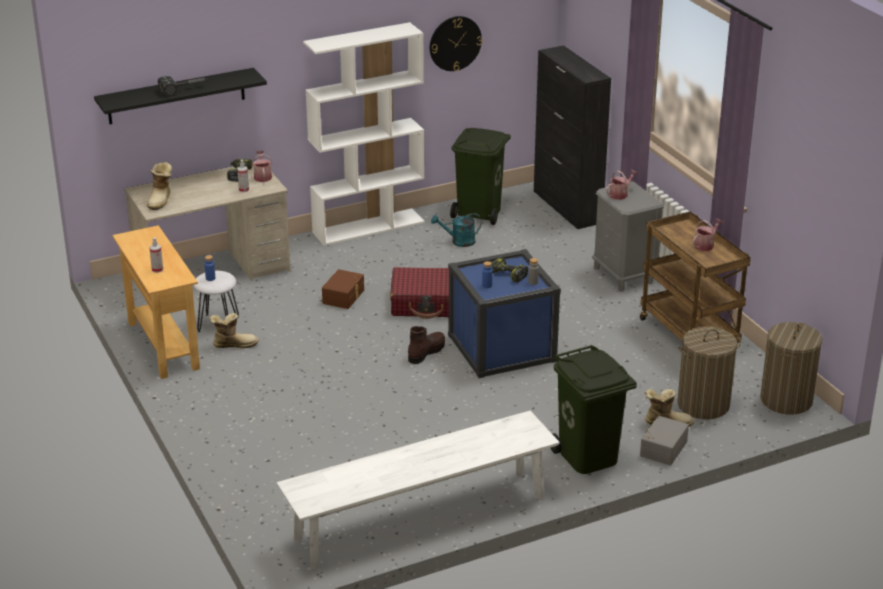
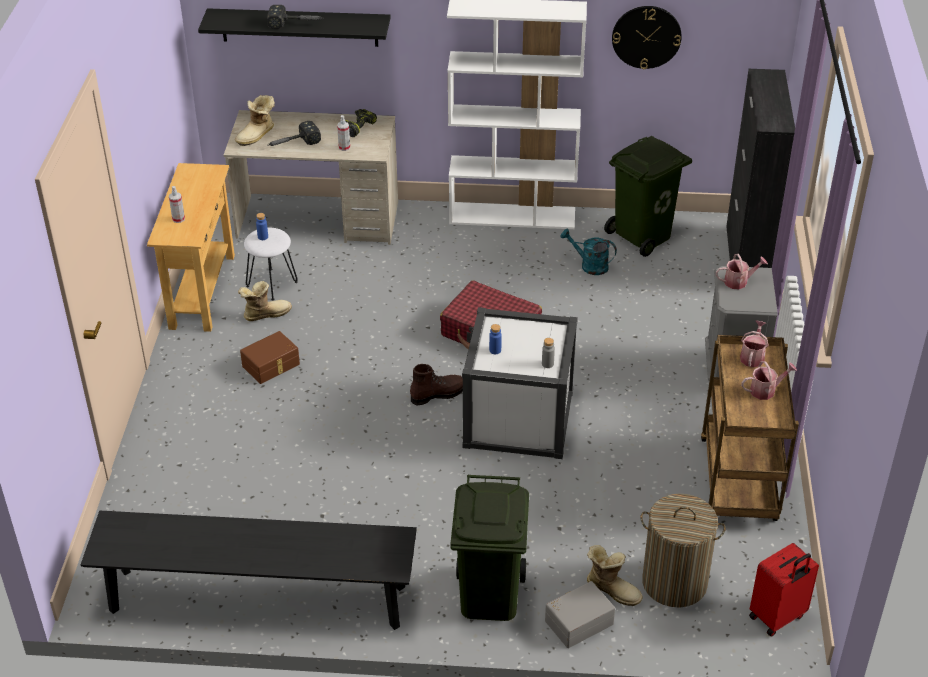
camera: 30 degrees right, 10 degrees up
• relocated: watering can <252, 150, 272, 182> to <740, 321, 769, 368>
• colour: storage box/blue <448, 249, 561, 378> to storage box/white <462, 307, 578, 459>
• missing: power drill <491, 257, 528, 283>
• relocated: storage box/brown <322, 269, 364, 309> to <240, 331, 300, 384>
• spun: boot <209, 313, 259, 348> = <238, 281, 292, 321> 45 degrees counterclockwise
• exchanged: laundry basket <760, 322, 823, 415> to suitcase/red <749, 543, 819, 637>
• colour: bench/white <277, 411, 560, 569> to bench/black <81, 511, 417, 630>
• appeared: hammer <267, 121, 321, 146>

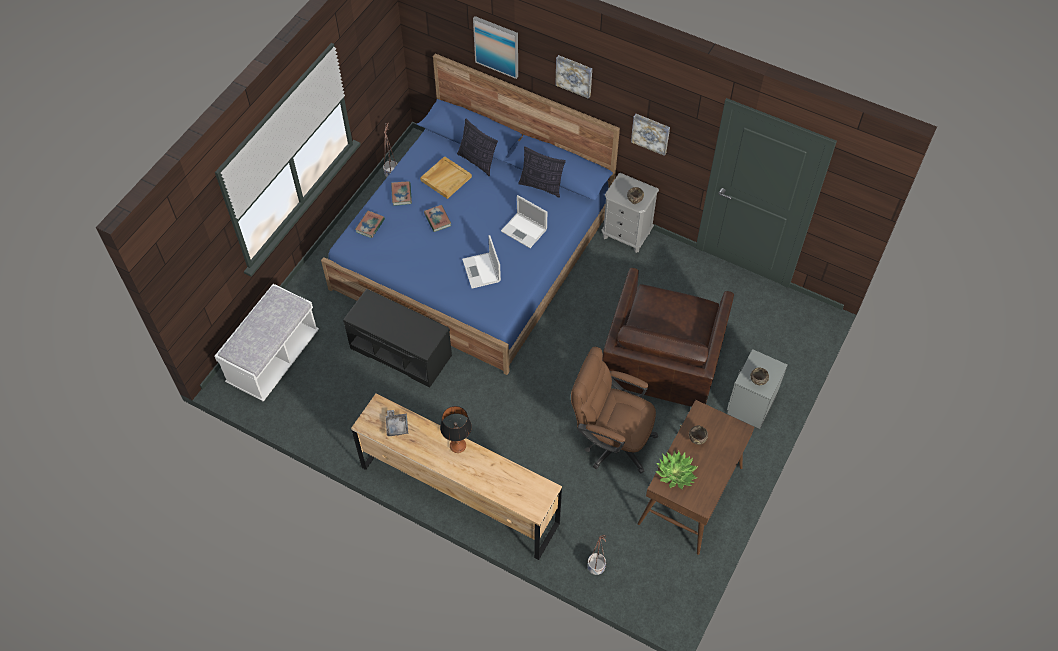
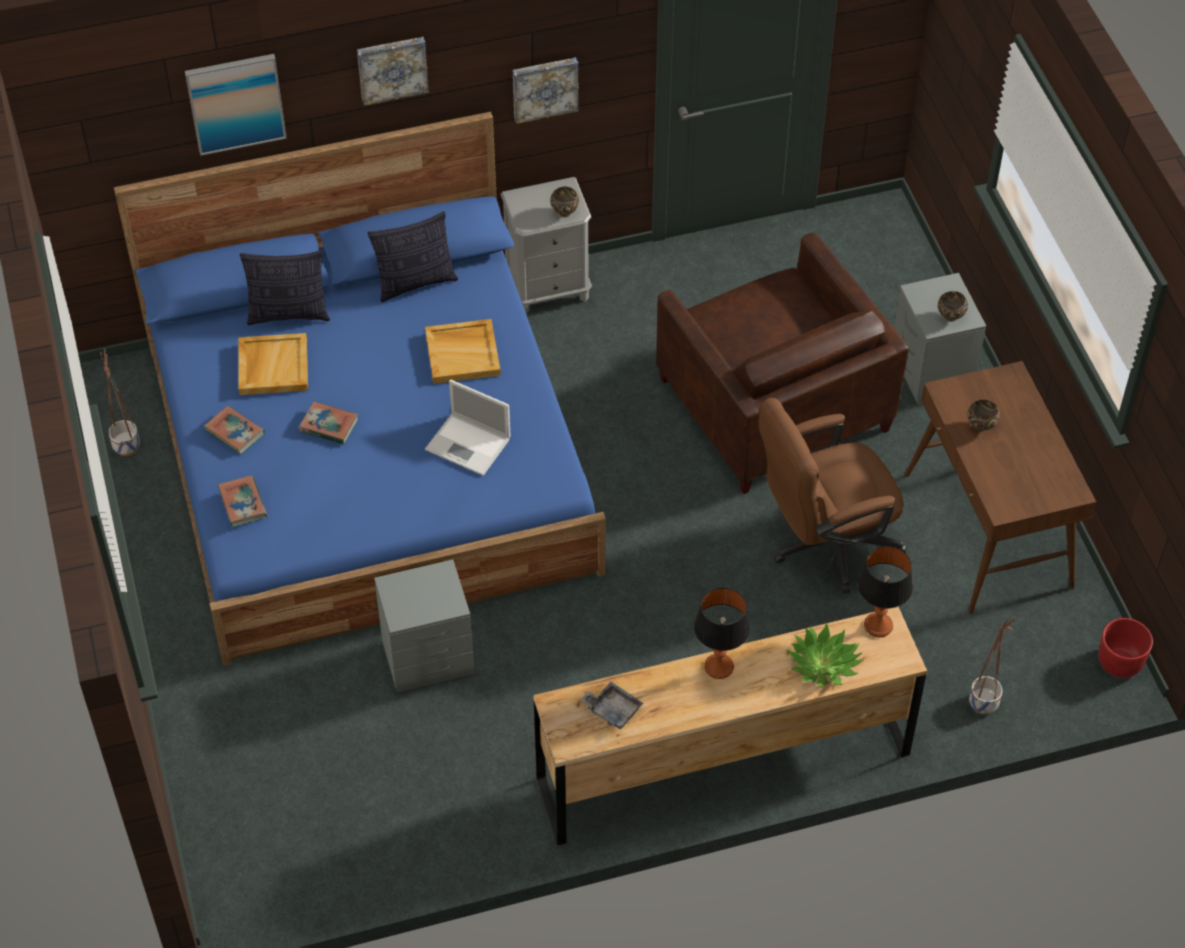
camera: 45 degrees left, 5 degrees down
• exchanged: laptop <501, 195, 547, 248> to tray/beige <425, 319, 501, 384>
• missing: bench/white <214, 284, 319, 402>
• exchanged: bench/black <343, 289, 452, 388> to nightstand/grey <374, 559, 474, 693>
• relocated: potted plant <656, 451, 698, 489> to <786, 622, 863, 688>
• appeared: table lamp <858, 546, 913, 638>
• appeared: planter/red <1099, 618, 1153, 678>

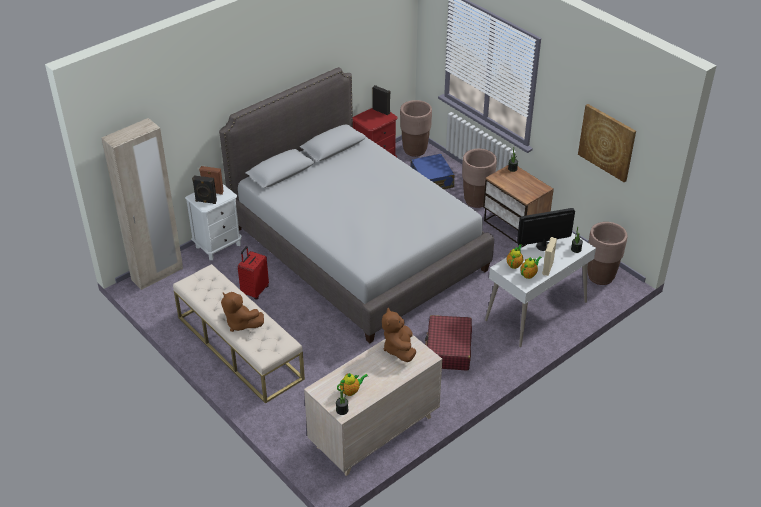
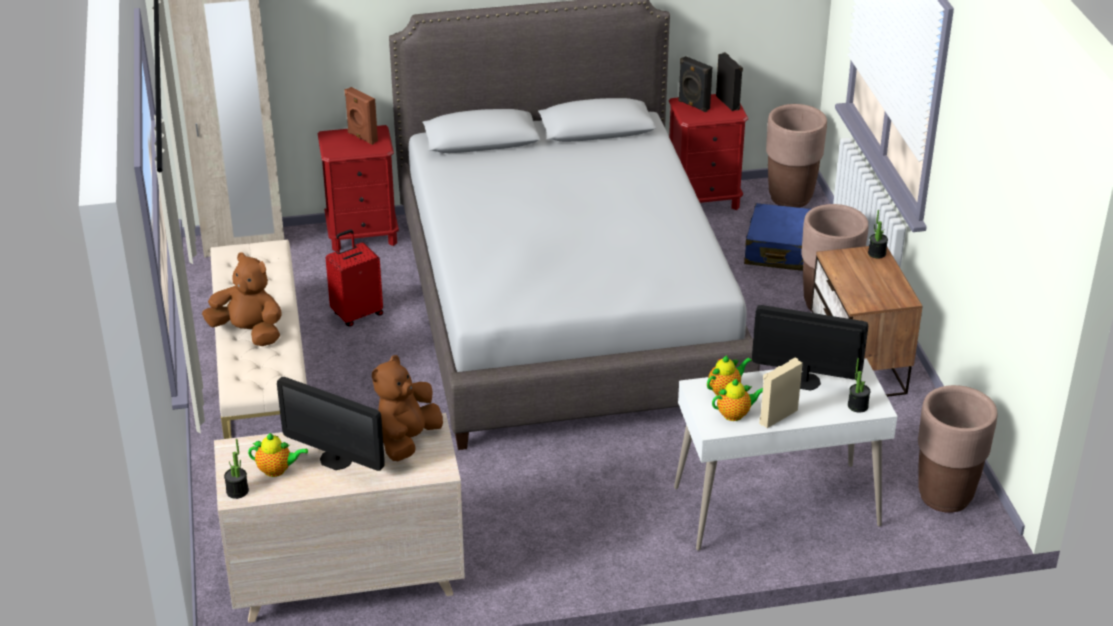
camera: 30 degrees right, 5 degrees down
• missing: picture <578, 104, 636, 182>
• relocated: speaker/black <192, 175, 217, 204> to <678, 56, 712, 112>
• colour: nightstand/white <185, 184, 242, 260> to nightstand/red <318, 125, 399, 252>
• spun: plush toy/brown <221, 292, 264, 332> = <202, 253, 281, 346> 135 degrees clockwise
• missing: suitcase/red <425, 315, 472, 370>
• appeared: monitor <277, 377, 385, 471>

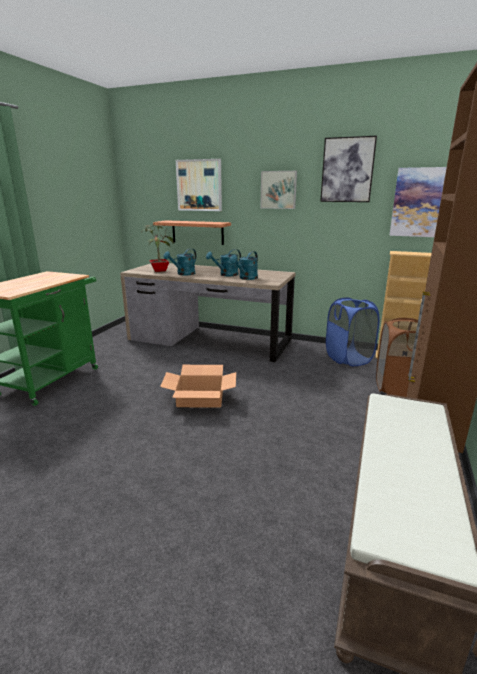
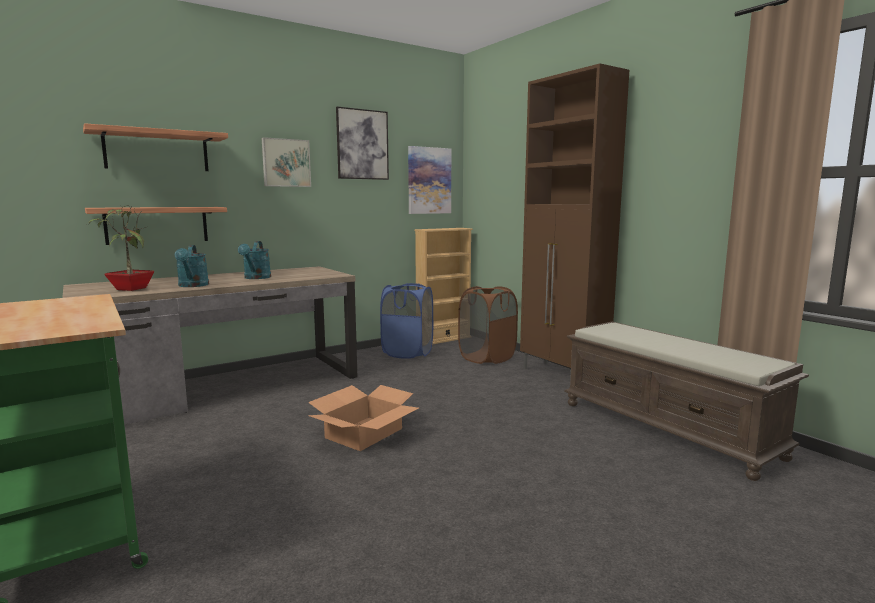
camera: 55 degrees left, 10 degrees down
• exchanged: picture <176, 159, 222, 211> to shelf <83, 123, 228, 171>
• missing: watering can/turquoise <230, 251, 258, 280>

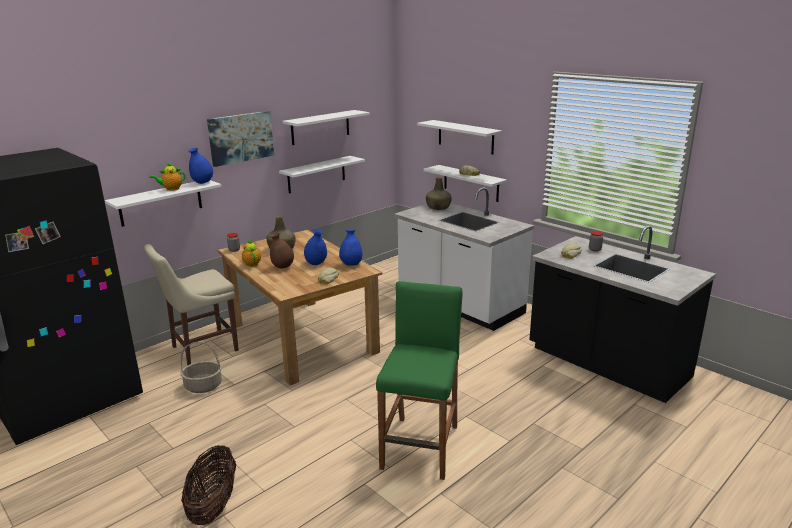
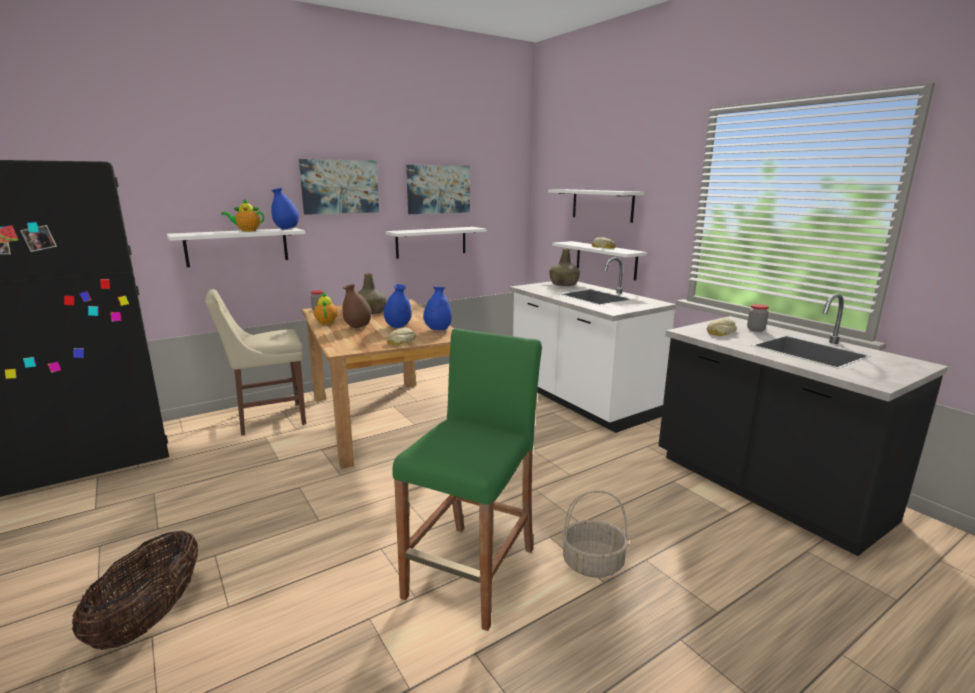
camera: 10 degrees right, 5 degrees down
• exchanged: shelf/white <282, 110, 370, 145> to picture <406, 165, 470, 214>
• relocated: basket <181, 342, 222, 393> to <562, 491, 629, 578>

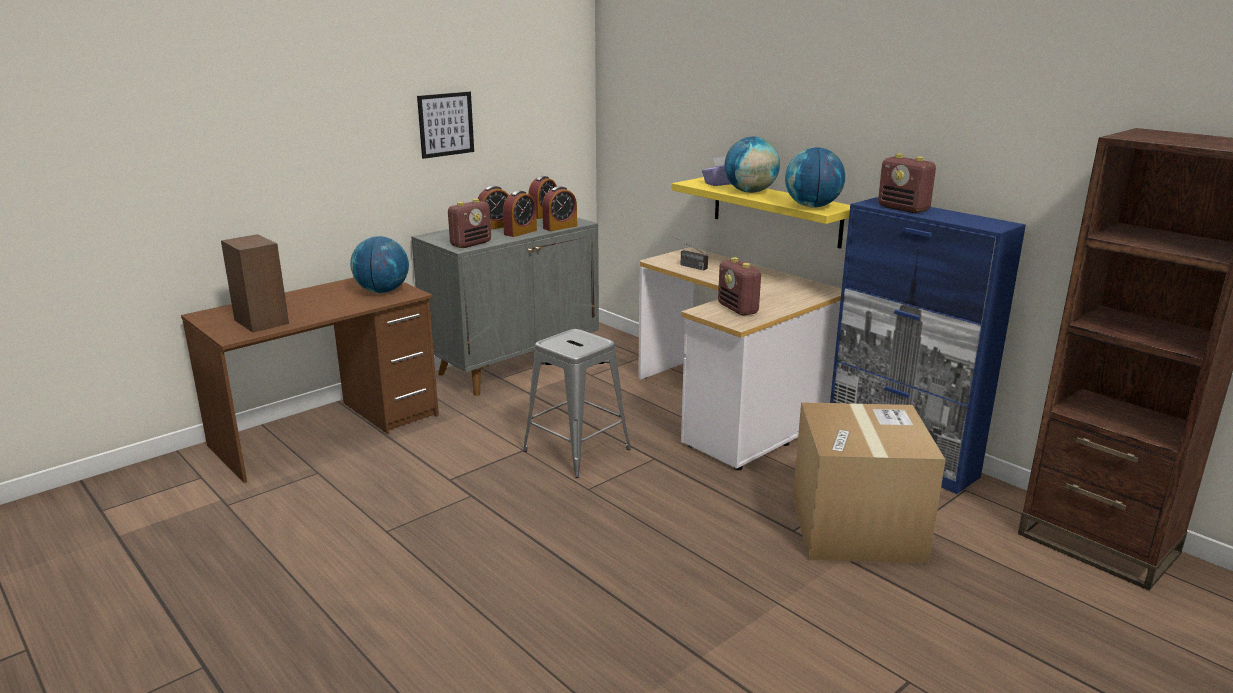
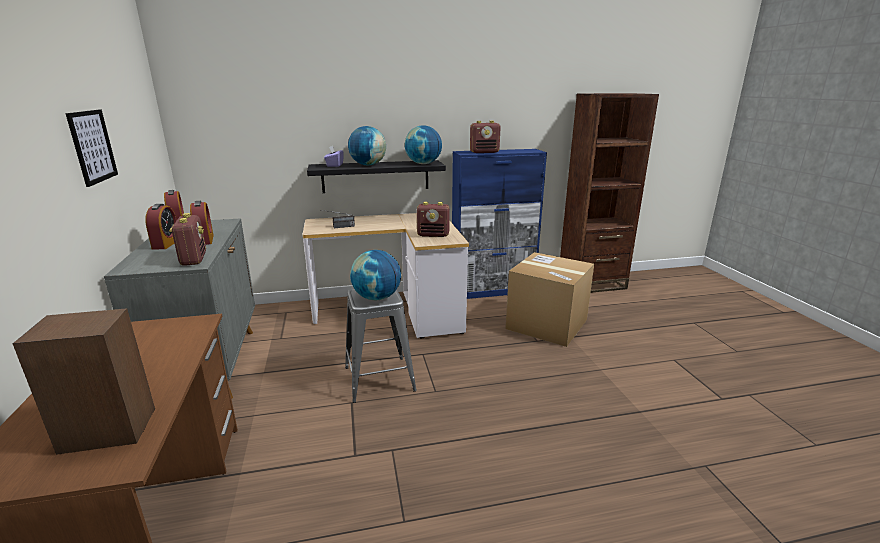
camera: 60 degrees left, 0 degrees up
• colour: shelf/yellow <672, 177, 850, 249> to shelf/black <307, 160, 446, 193>
• missing: alarm clock <542, 186, 577, 231>
• relocated: globe <350, 236, 409, 293> to <350, 250, 401, 300>

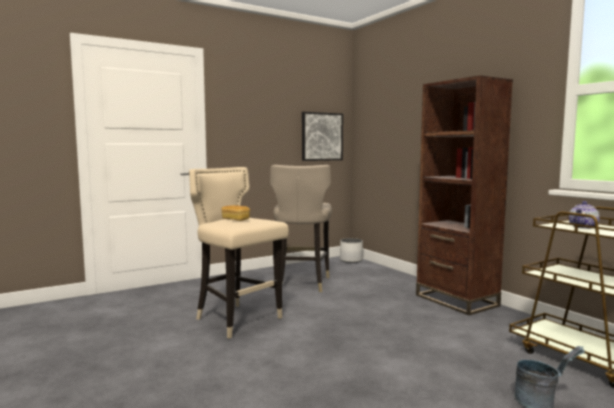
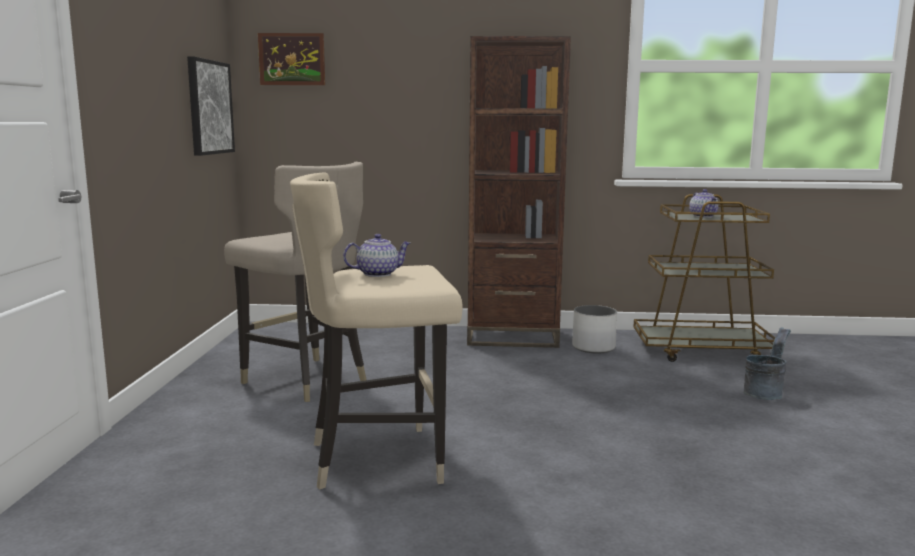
camera: 55 degrees left, 5 degrees up
• exchanged: bread <222, 205, 250, 221> to teapot <343, 234, 411, 277>
• relocated: planter/white <340, 238, 363, 263> to <572, 305, 617, 354>
• appeared: picture <258, 33, 325, 85>

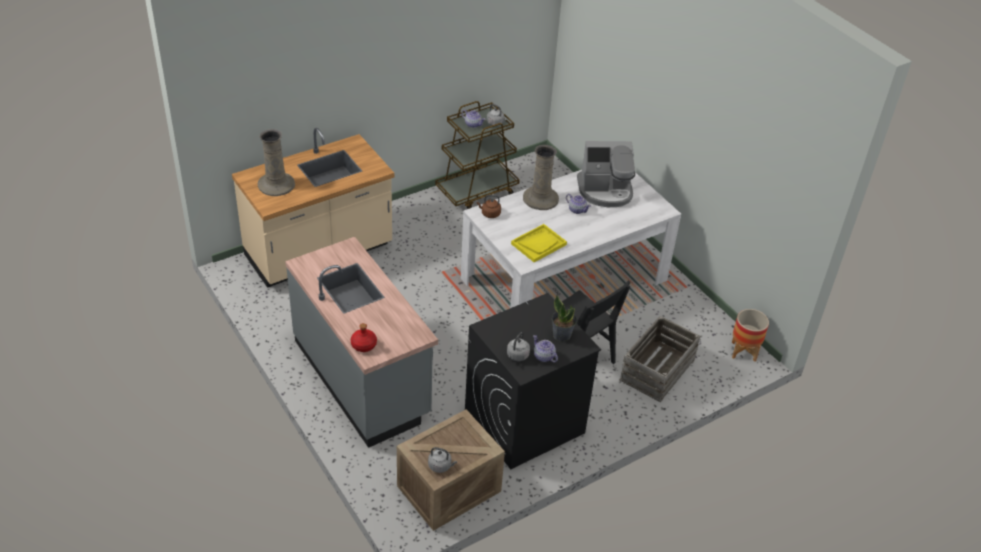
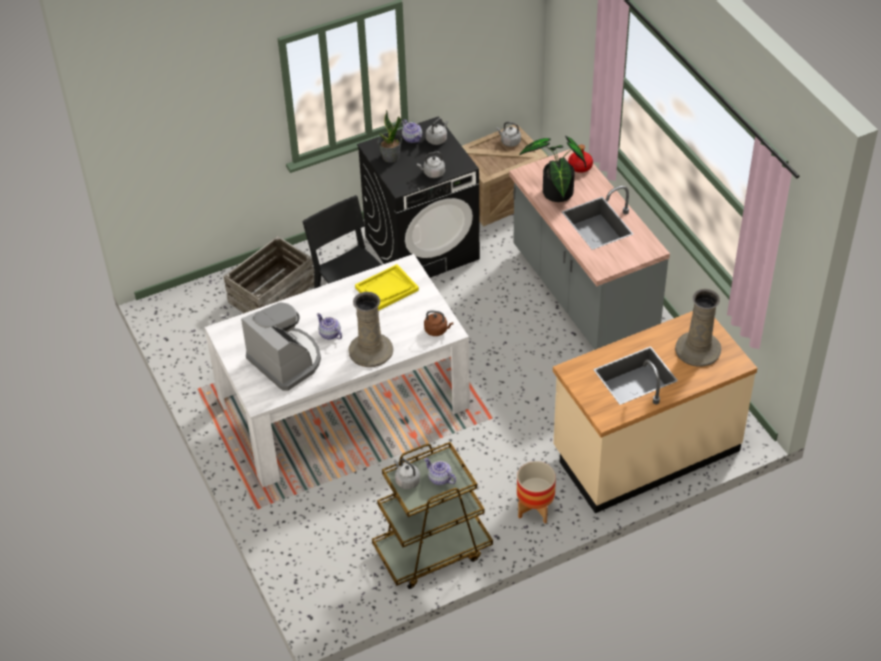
camera: 170 degrees left, 5 degrees up
• spun: coffee machine <577, 141, 635, 207> = <241, 302, 321, 391> 45 degrees clockwise
• relocated: planter <732, 309, 769, 362> to <517, 461, 556, 524>
• appeared: potted plant <519, 136, 586, 202>
• appeared: kettle/grey <417, 152, 445, 178>

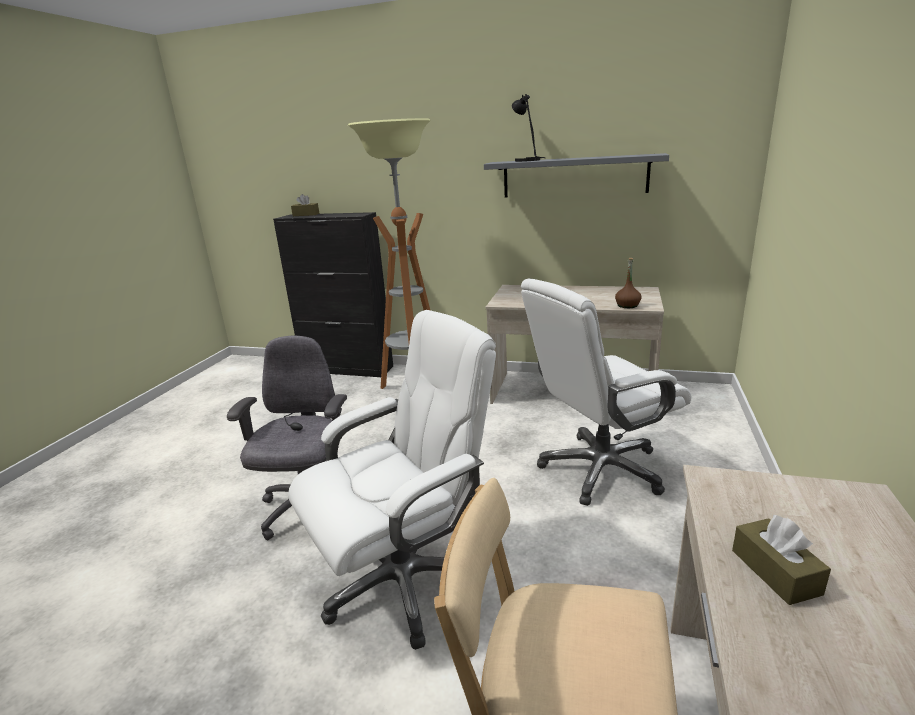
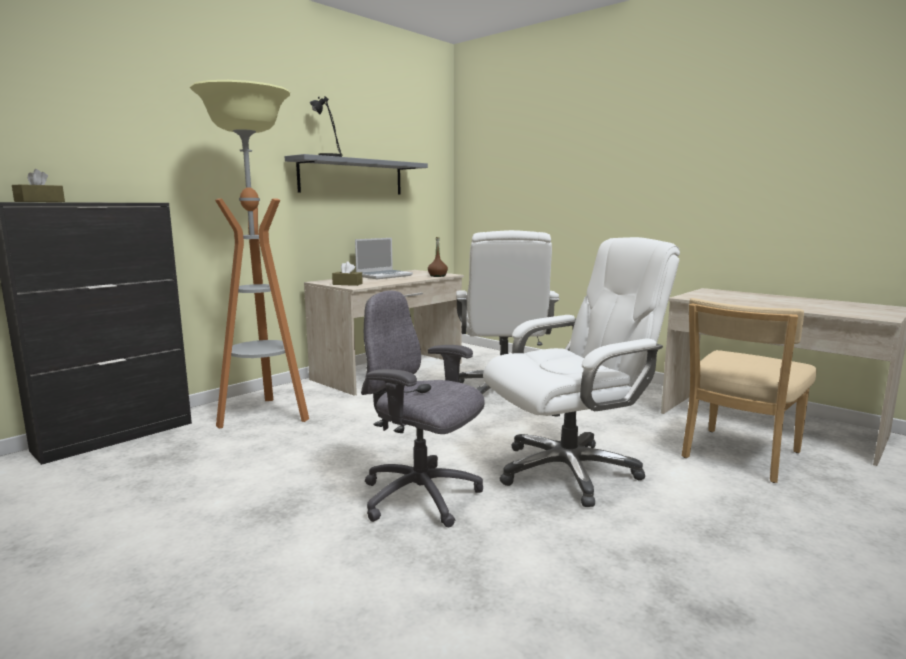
camera: 65 degrees left, 10 degrees down
• spun: office chair/white <288, 310, 496, 650> = <483, 237, 680, 507> 75 degrees clockwise
• relocated: tissue box/brown <732, 515, 831, 605> to <332, 261, 363, 286>
• appeared: laptop <355, 238, 413, 279>

